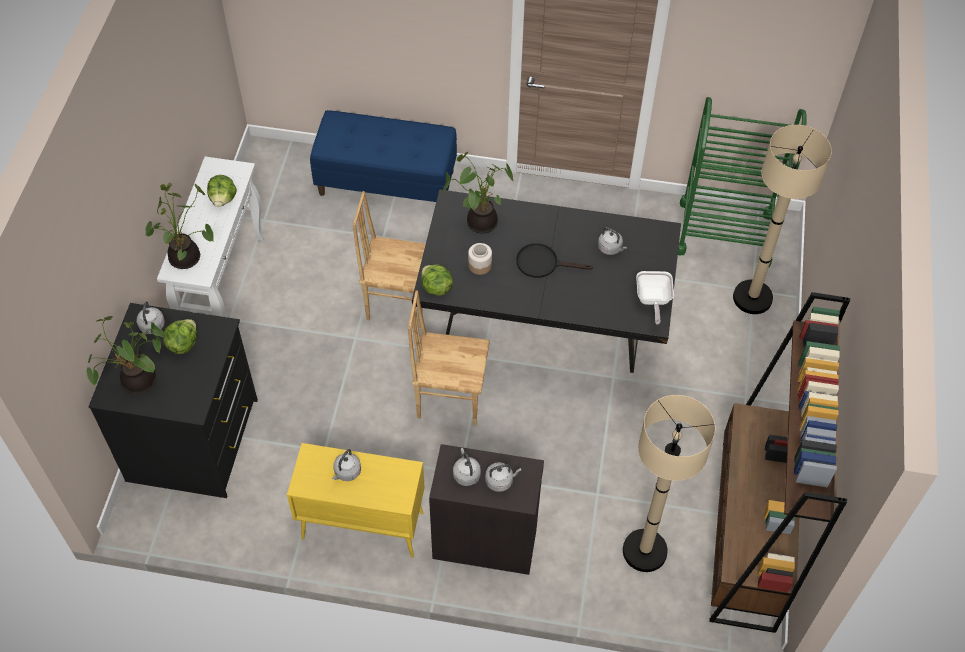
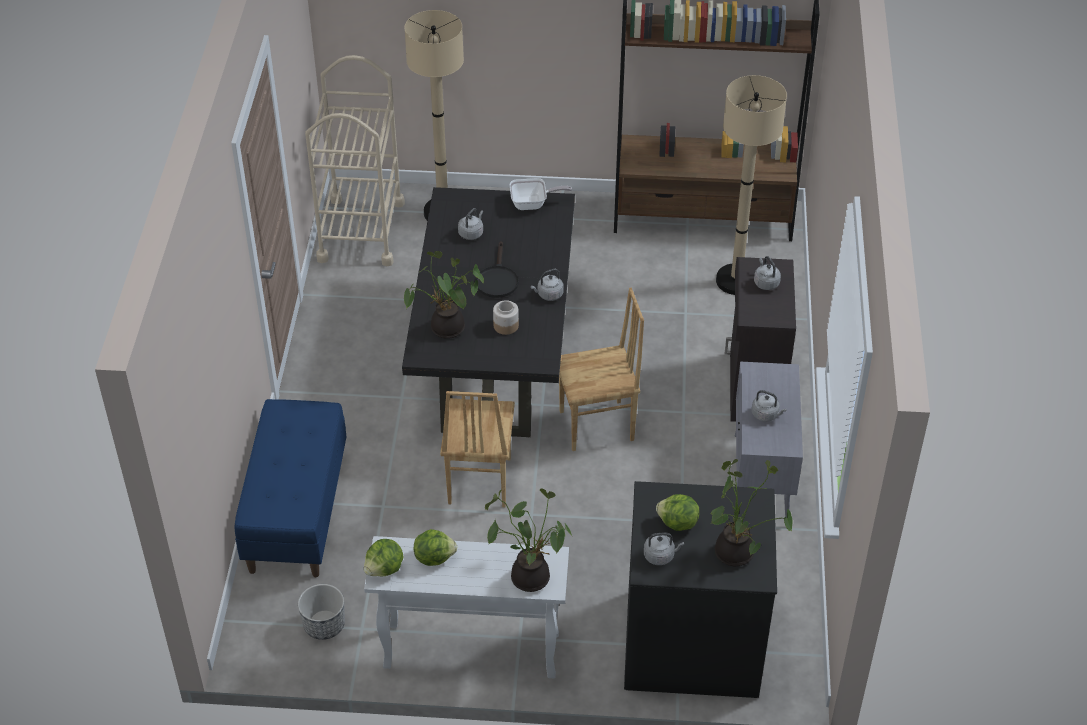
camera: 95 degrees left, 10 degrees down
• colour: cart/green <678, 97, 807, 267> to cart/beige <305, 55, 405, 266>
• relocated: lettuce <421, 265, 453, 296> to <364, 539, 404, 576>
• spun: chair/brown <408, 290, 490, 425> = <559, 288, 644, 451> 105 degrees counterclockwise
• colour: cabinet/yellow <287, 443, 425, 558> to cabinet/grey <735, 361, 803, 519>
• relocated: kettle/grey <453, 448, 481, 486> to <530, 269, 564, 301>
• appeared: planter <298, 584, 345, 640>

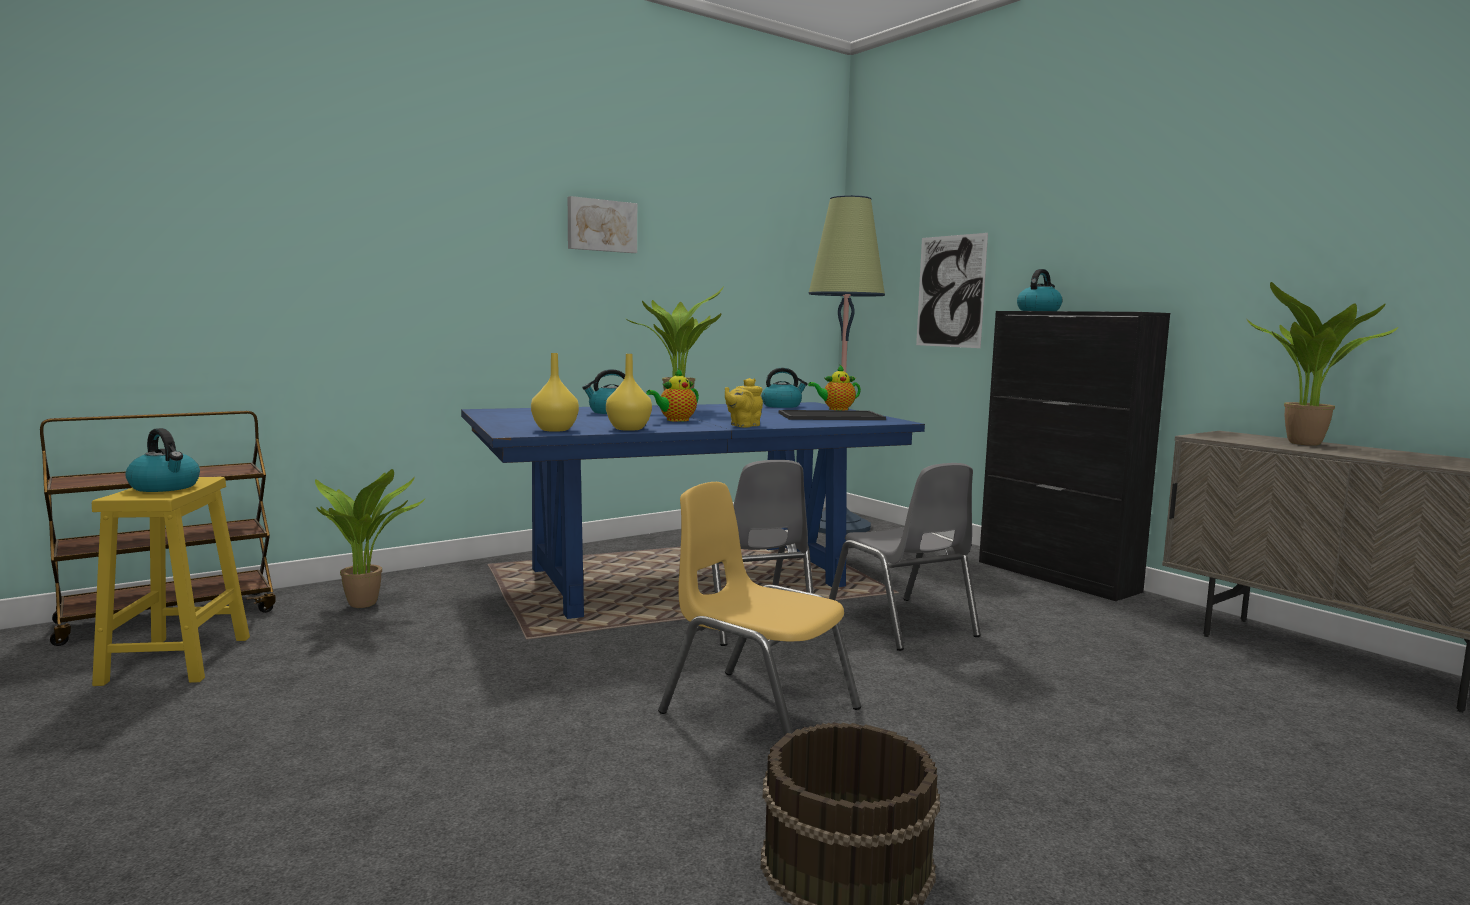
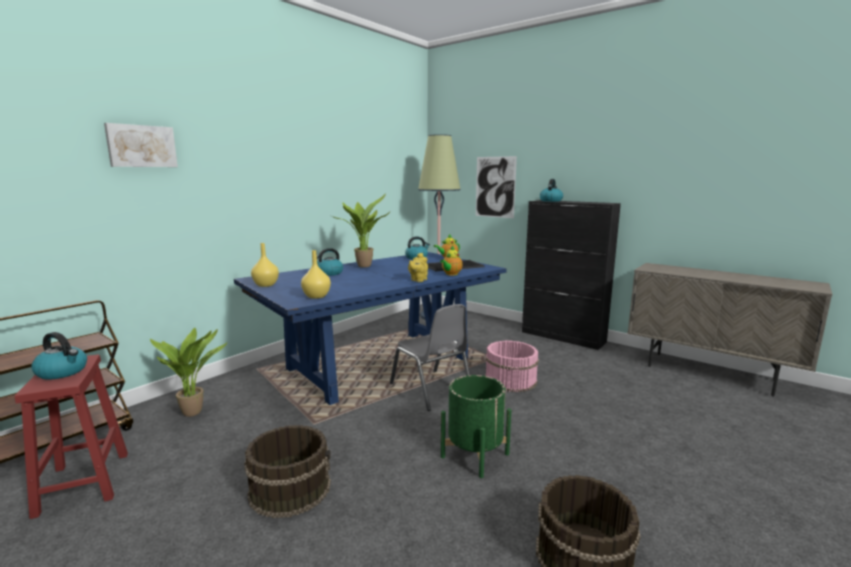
camera: 15 degrees left, 5 degrees up
• relocated: picture <568, 196, 637, 253> to <104, 123, 178, 167>
• missing: potted plant <1247, 282, 1398, 446>
• relocated: vase/yellow <606, 354, 652, 431> to <251, 243, 279, 287>
• relocated: teapot <646, 368, 699, 422> to <440, 246, 463, 276>
• exchanged: chair/grey <829, 463, 981, 651> to bucket/pink <485, 340, 539, 392>
• colour: stool/yellow <92, 477, 250, 686> to stool/red <15, 355, 128, 519>
• exchanged: chair/yellow <658, 482, 861, 736> to planter/green <441, 375, 511, 478>
• appeared: bucket/brown <244, 425, 331, 518>

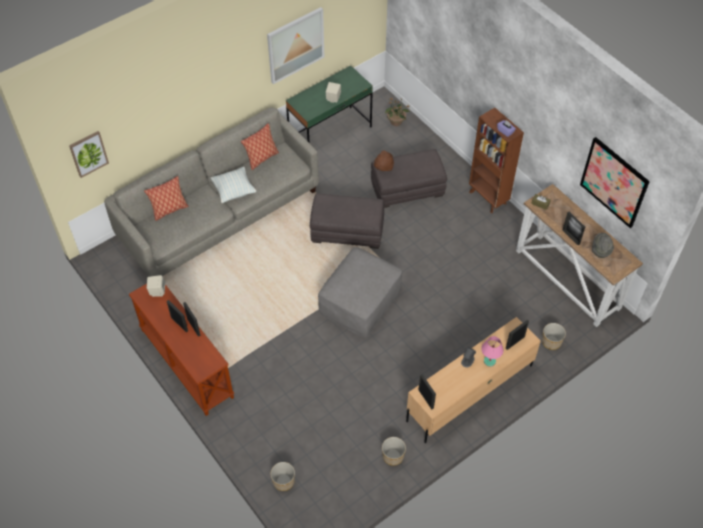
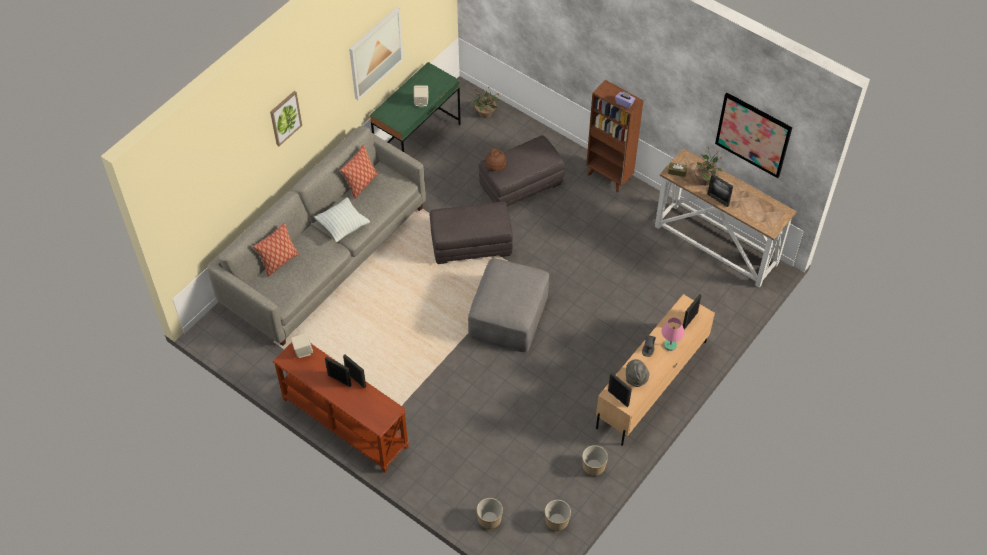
camera: 15 degrees left, 0 degrees up
• relocated: picture <69, 131, 109, 178> to <270, 91, 302, 146>
• relocated: hat/grey <592, 233, 614, 258> to <626, 359, 650, 387>
• relocated: planter <542, 323, 566, 350> to <545, 500, 571, 531>
• appeared: potted plant <695, 147, 723, 185>

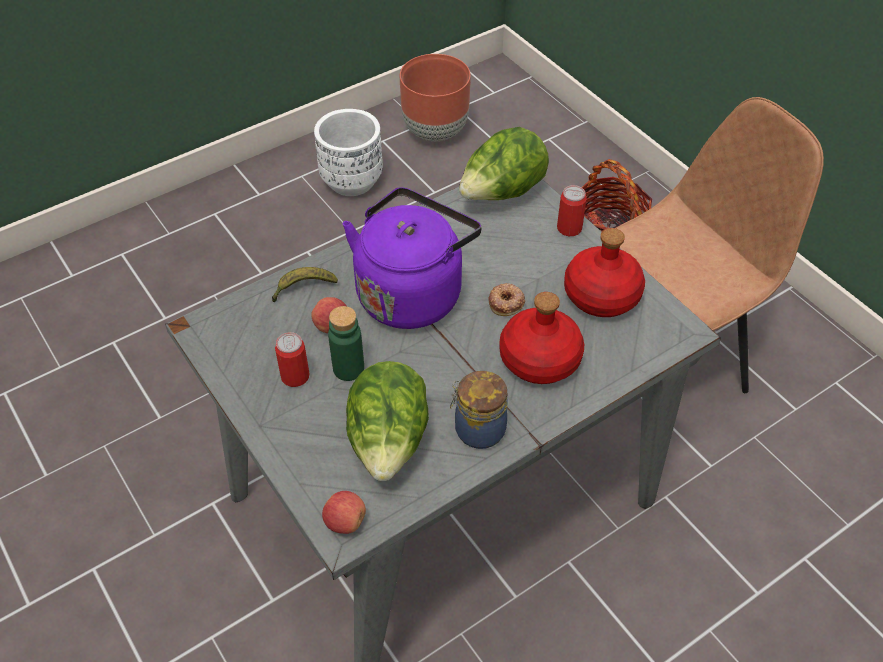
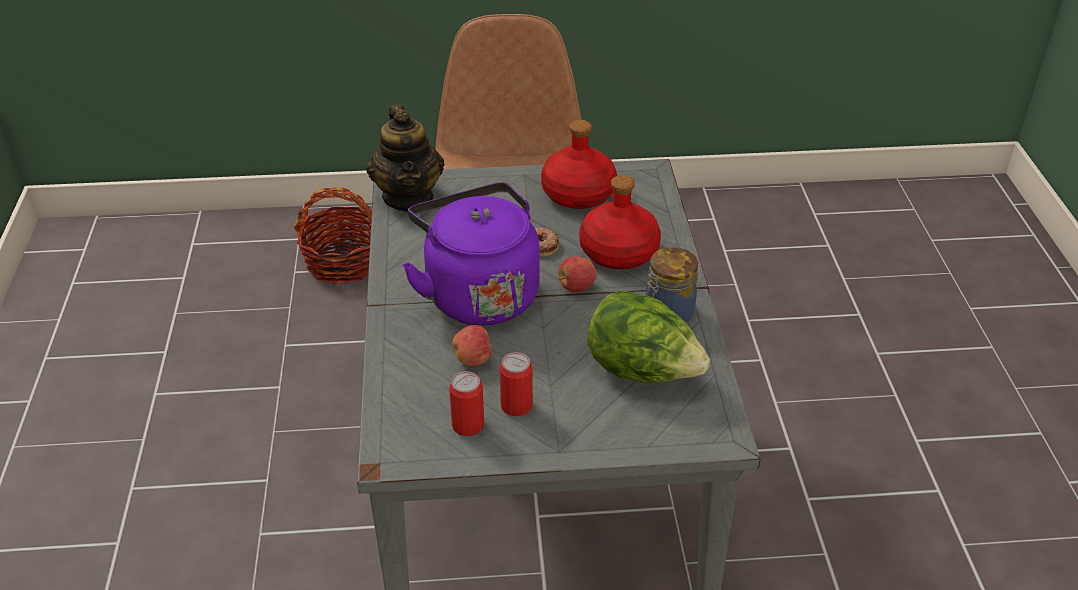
camera: 60 degrees left, 10 degrees down
• missing: planter/brown <400, 54, 471, 141>
• missing: planter/white <314, 109, 383, 196>
• exchanged: lettuce <459, 127, 549, 200> to teapot <366, 104, 445, 212>
• relocated: can <557, 185, 587, 236> to <449, 371, 484, 436>
• missing: banana <272, 267, 338, 302>
• missing: bottle/green <328, 306, 364, 381>
• relocated: apple <322, 491, 366, 534> to <558, 256, 597, 293>

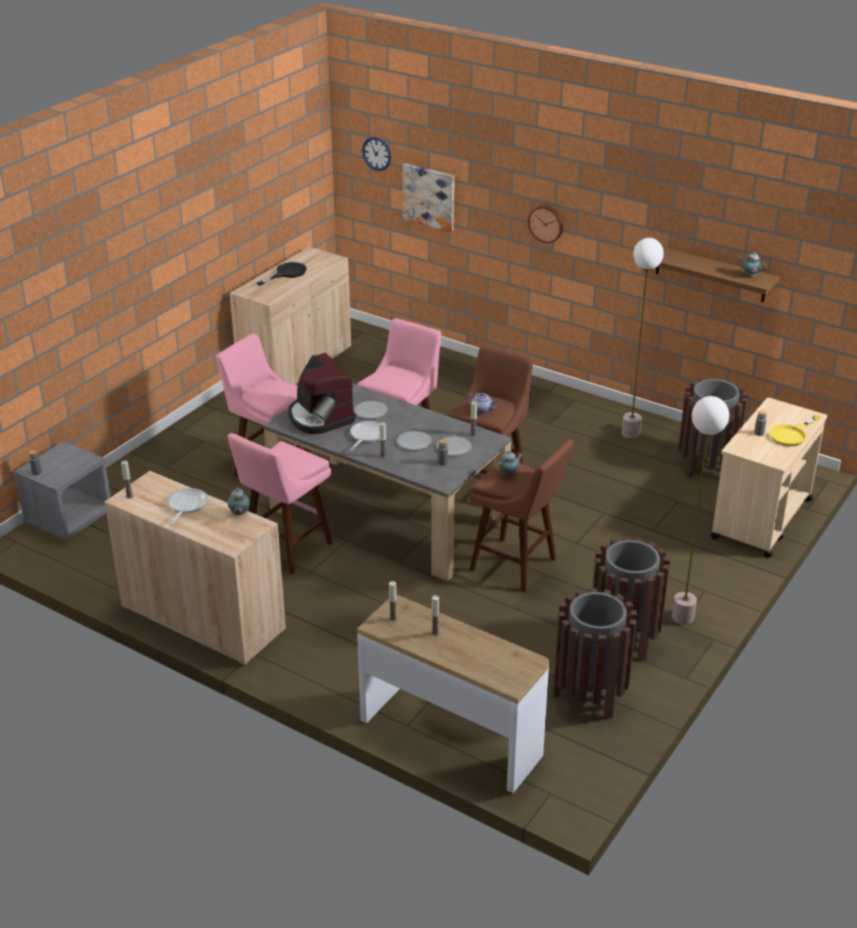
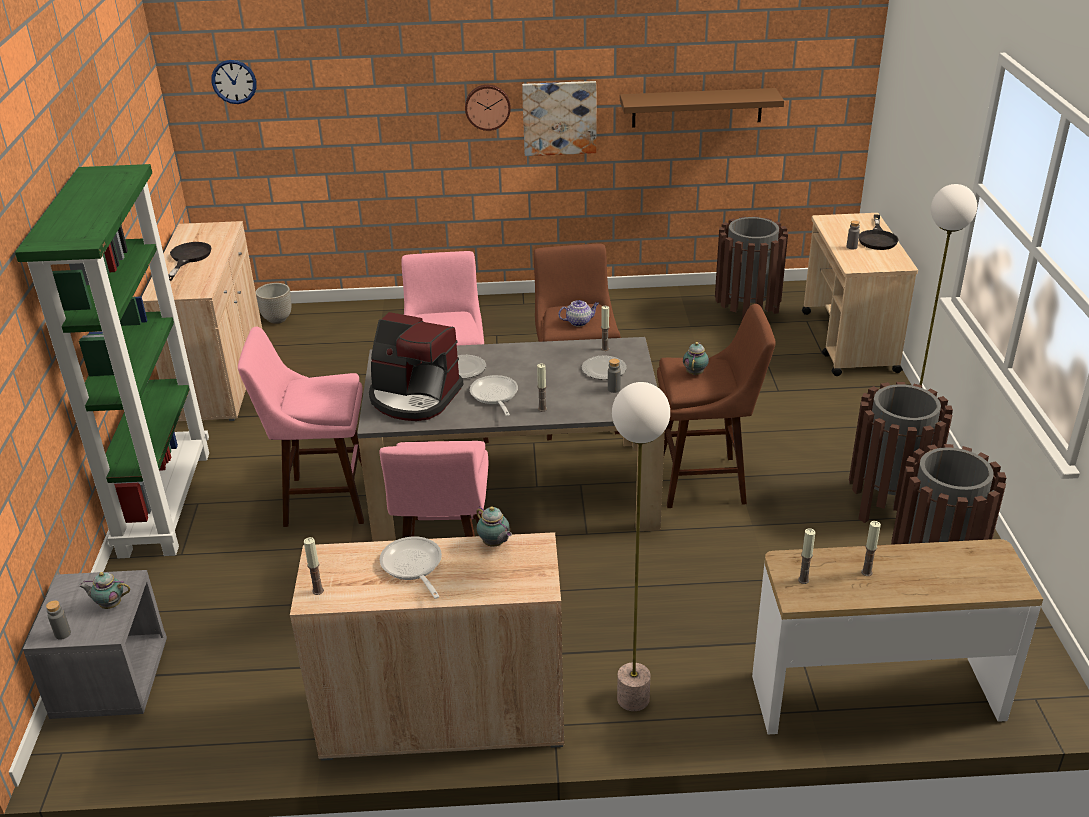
camera: 35 degrees left, 0 degrees up
• relocated: picture <403, 163, 454, 232> to <522, 81, 596, 156>
• relocated: floor lamp <622, 238, 664, 439> to <612, 382, 670, 711>
• relocated: teapot <738, 252, 766, 277> to <79, 572, 130, 609>
• colour: frying pan/yellow <769, 415, 821, 446> to frying pan/black <859, 214, 899, 250>
• missing: plate <397, 431, 432, 450>
• appeared: bookcase/green <15, 164, 209, 558>
• appeared: planter <256, 283, 291, 324>

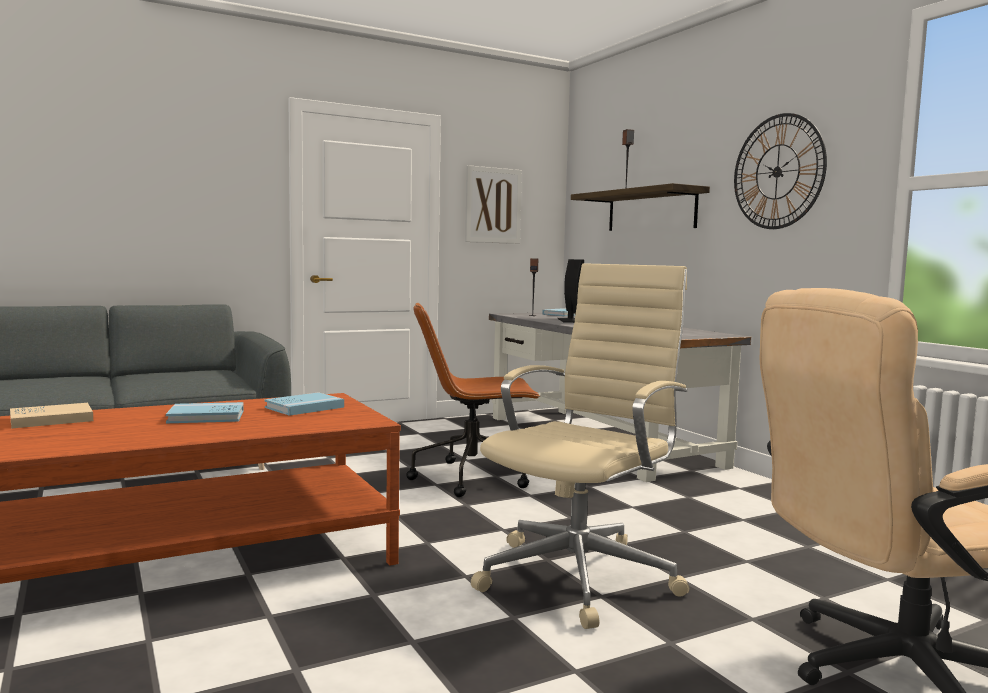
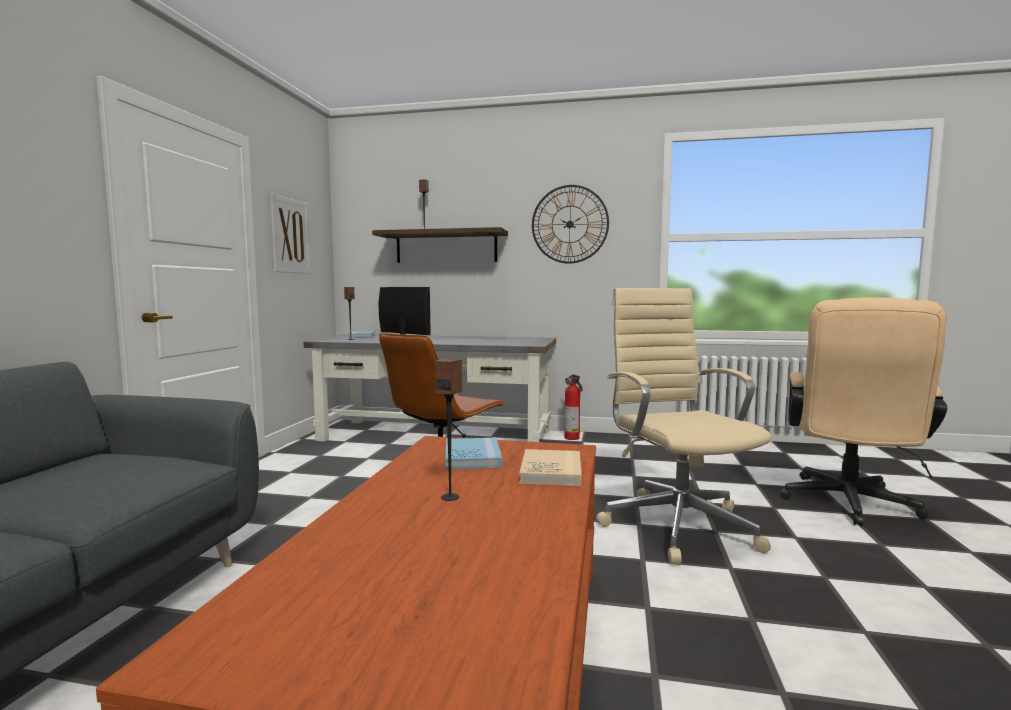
camera: 50 degrees left, 0 degrees up
• exchanged: book/blue <166, 402, 244, 423> to speaker <435, 359, 462, 501>
• relocated: book/beige <10, 403, 93, 429> to <519, 449, 582, 486>
• appeared: fire extinguisher <564, 374, 583, 440>

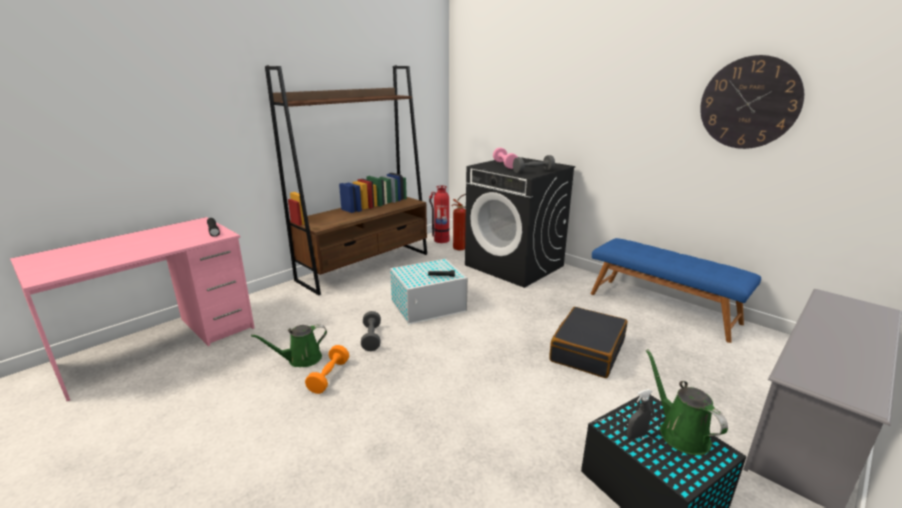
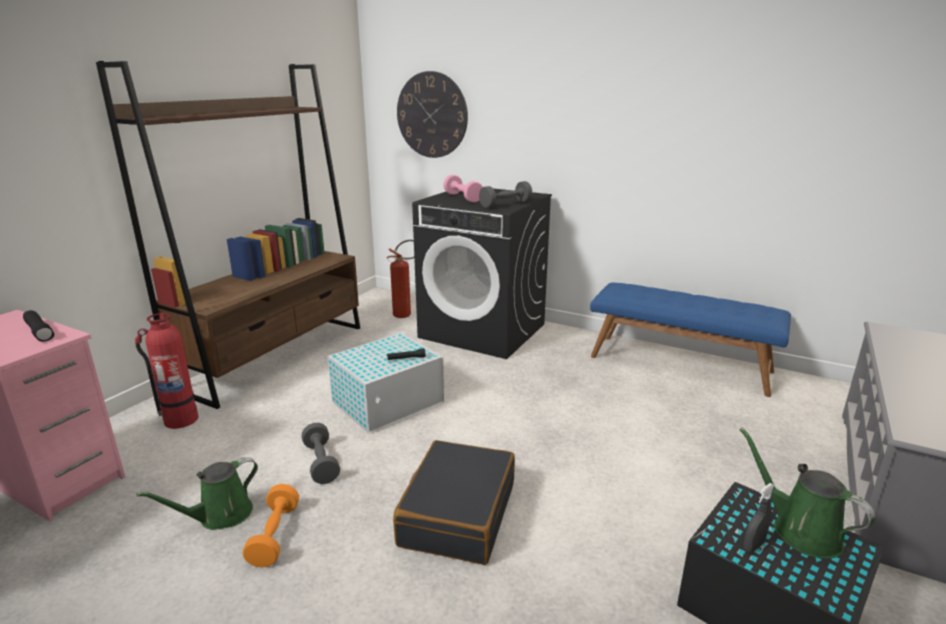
camera: 15 degrees left, 0 degrees up
• relocated: wall clock <700, 55, 804, 149> to <397, 71, 468, 158>
• relocated: fire extinguisher <429, 186, 449, 243> to <135, 313, 198, 429>
• relocated: suitcase/black <549, 307, 627, 378> to <393, 440, 515, 565>

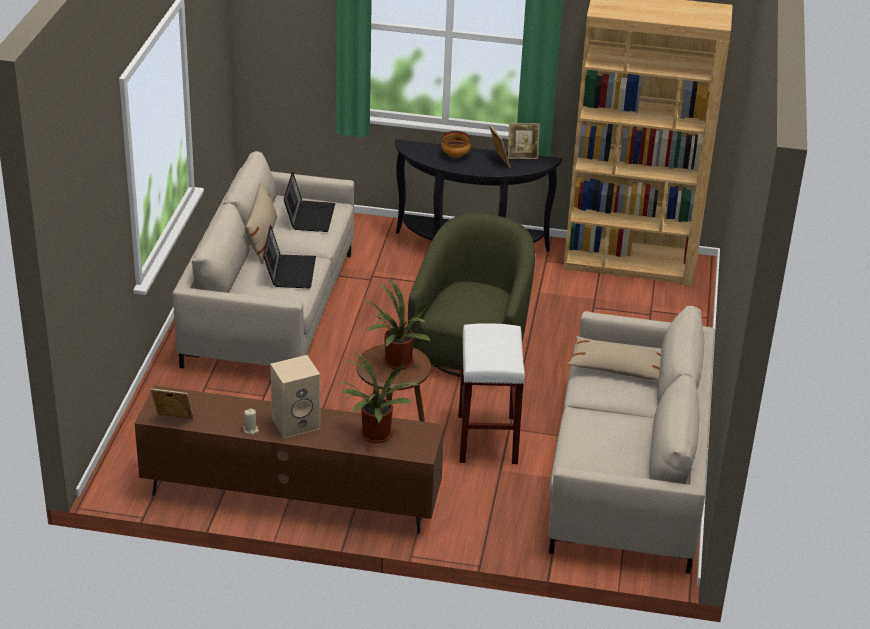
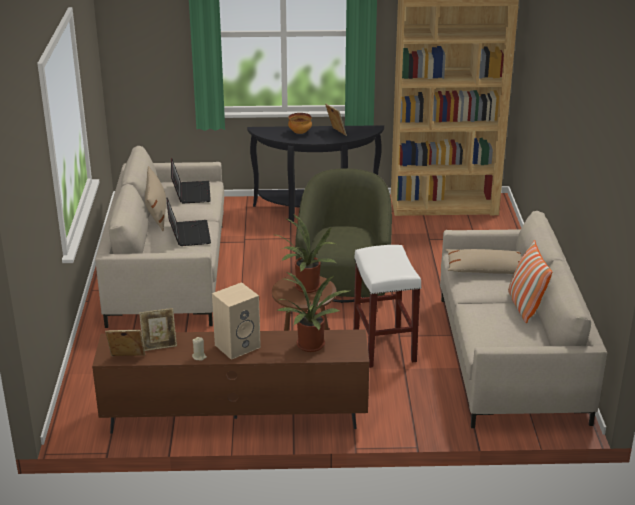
camera: 10 degrees left, 5 degrees down
• relocated: picture frame <508, 123, 540, 159> to <139, 308, 177, 351>
• appeared: pillow <508, 240, 553, 323>

